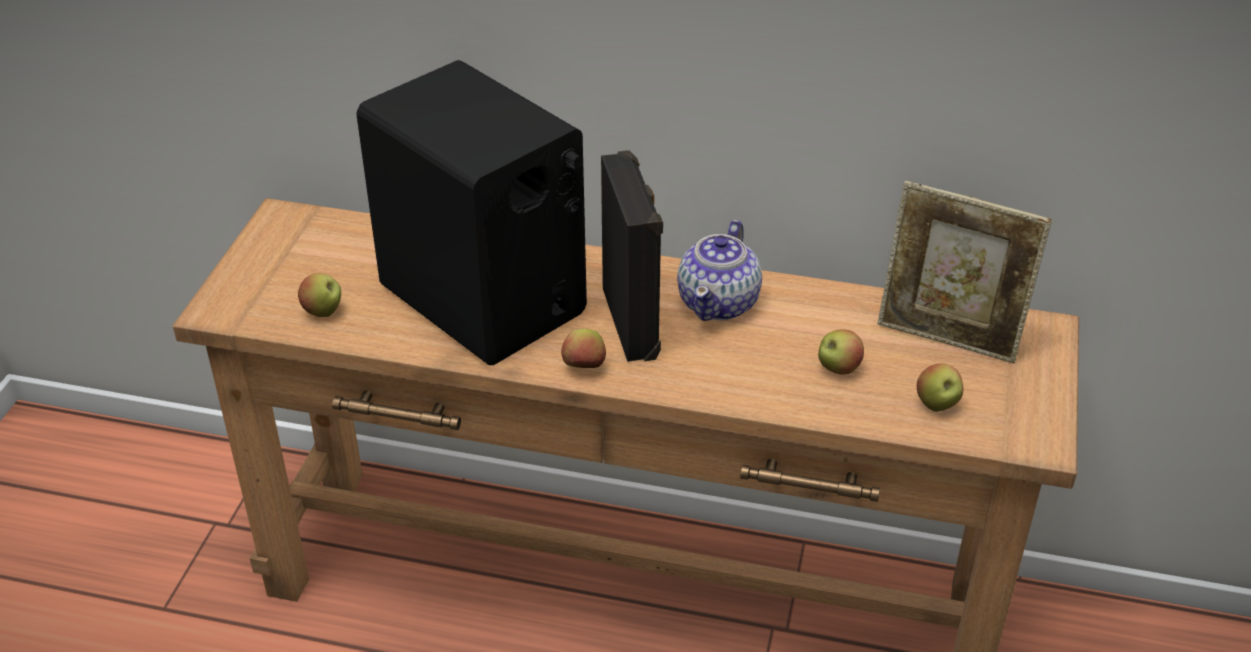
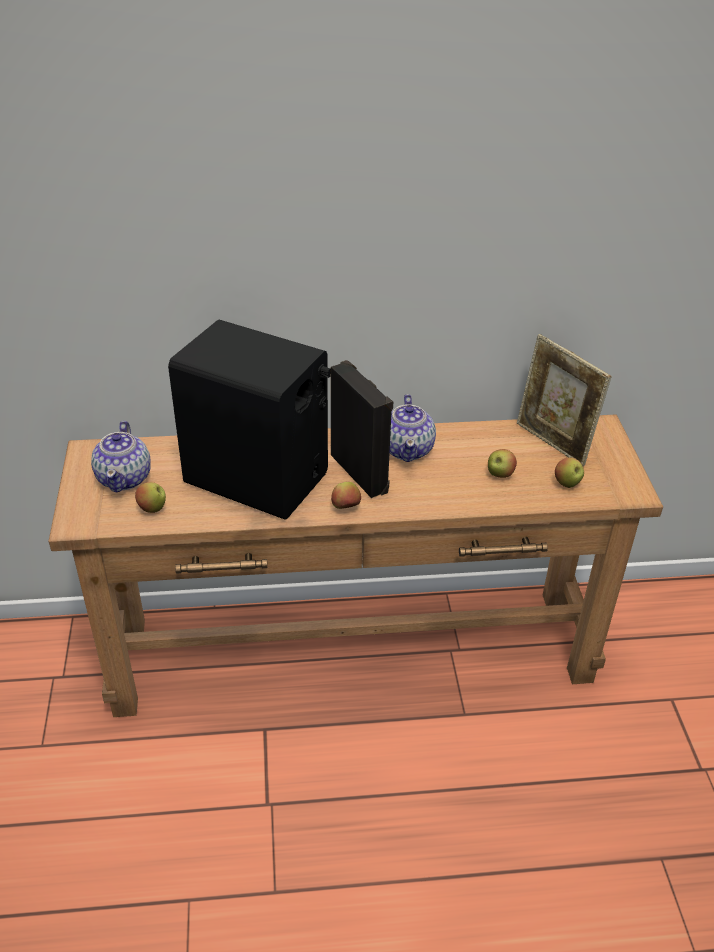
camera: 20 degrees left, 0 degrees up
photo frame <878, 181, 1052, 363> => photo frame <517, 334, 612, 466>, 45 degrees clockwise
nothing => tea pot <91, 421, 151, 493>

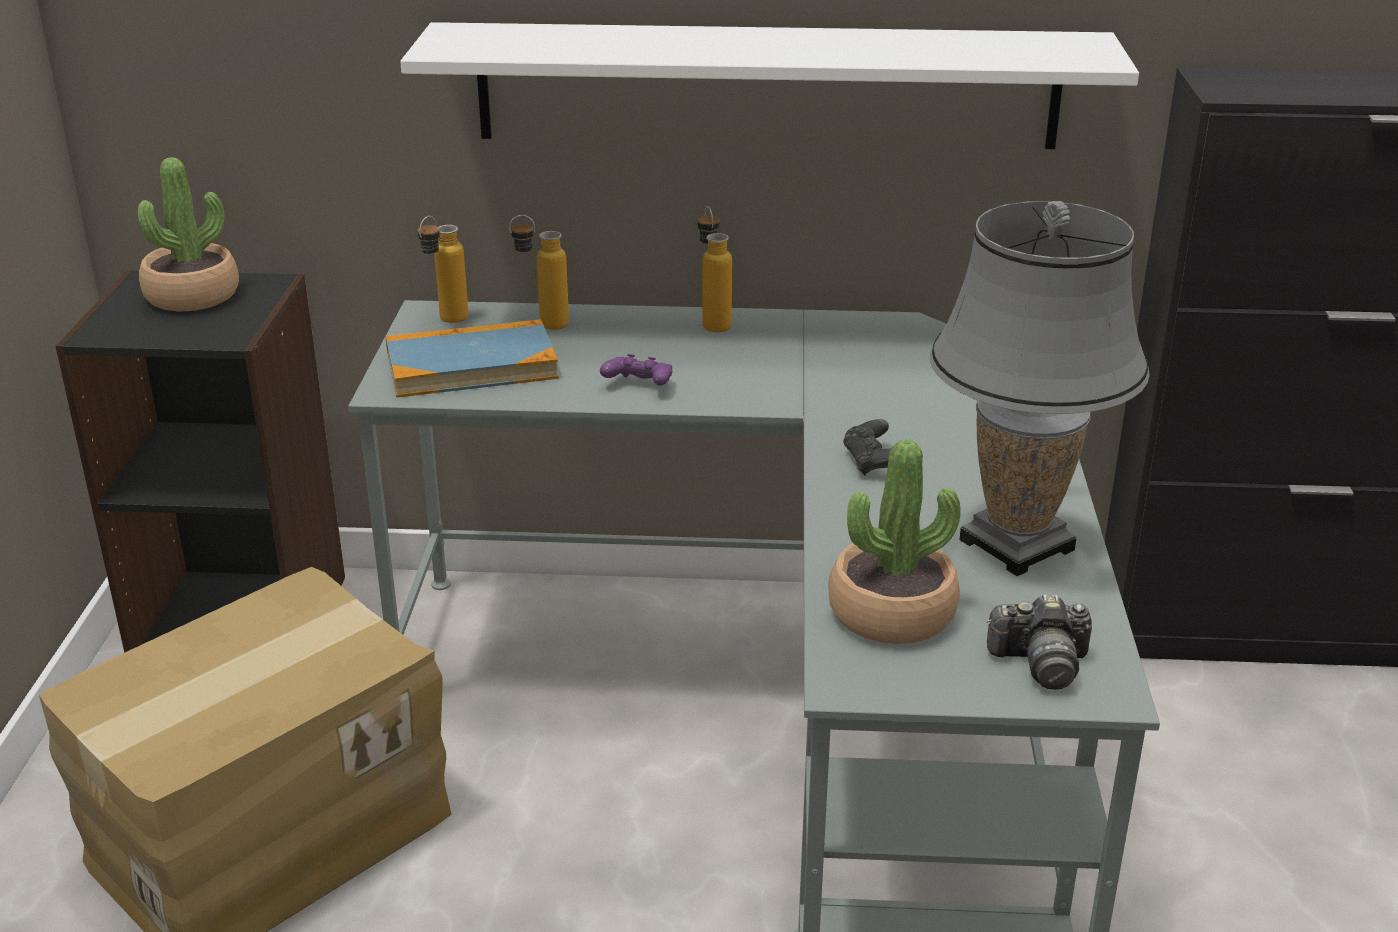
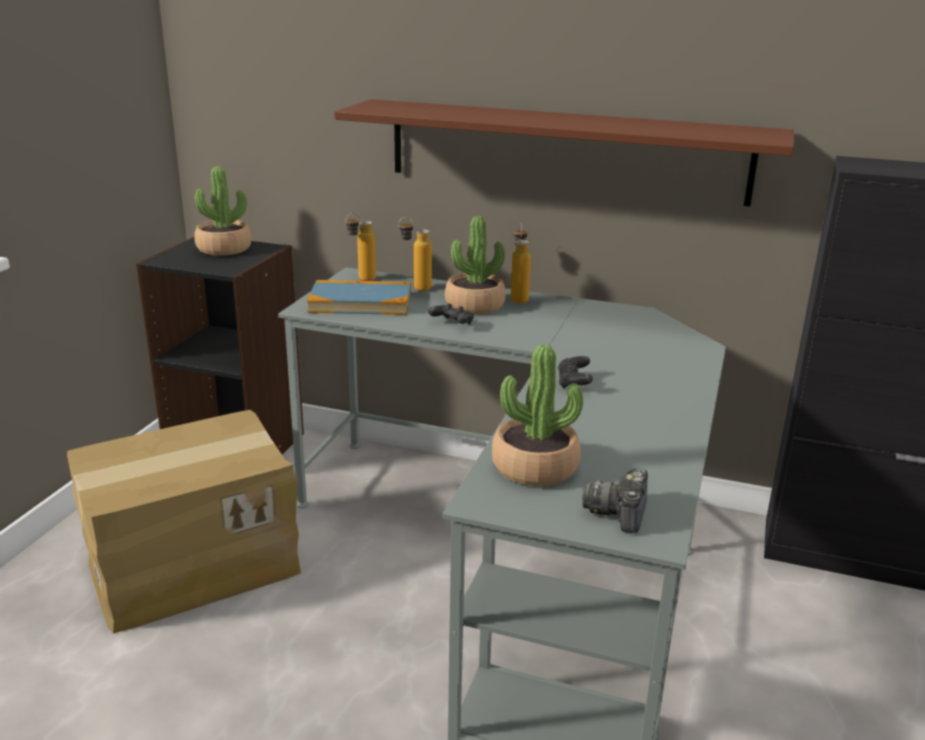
camera: 15 degrees right, 5 degrees down
white bracket shelf <400, 22, 1139, 149> => brown bracket shelf <334, 99, 794, 206>
grey tabletop lamp <930, 201, 1150, 576> => nothing
purple gamepad <600, 354, 672, 386> => black gamepad <428, 303, 474, 325>
photo camera <987, 594, 1092, 690> => photo camera <582, 468, 648, 533>, 90 degrees clockwise
nothing => houseplant <445, 216, 506, 314>

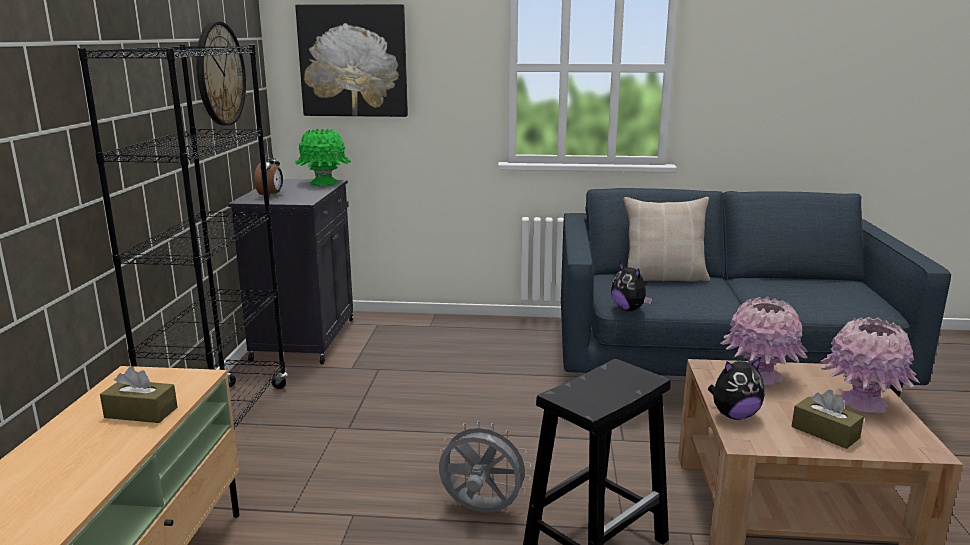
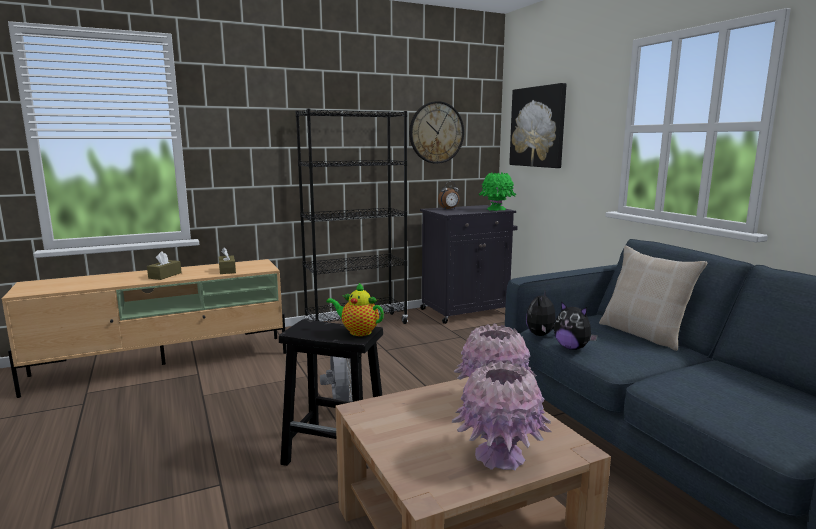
camera: 60 degrees right, 5 degrees down
plush toy <708, 357, 764, 420> => plush toy <554, 301, 598, 350>, moved
brown tissue box <792, 390, 864, 449> => brown tissue box <147, 251, 182, 280>, moved
nothing => tea pot <326, 282, 384, 336>

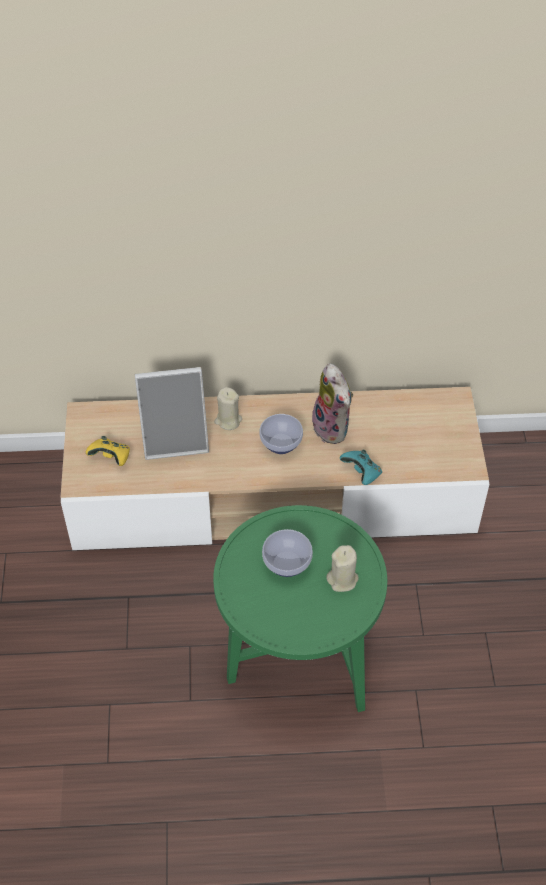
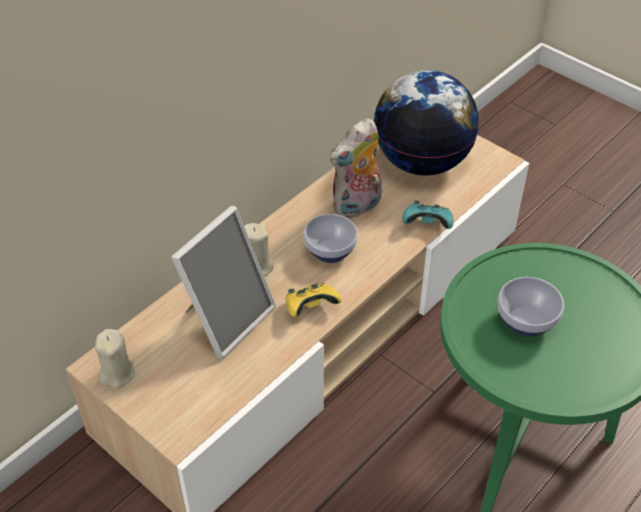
camera: 45 degrees left, 5 degrees down
plush toy <312, 363, 353, 444> => plush toy <330, 118, 382, 218>, 120 degrees clockwise
yellowish gamepad <86, 436, 130, 466> => yellowish gamepad <286, 283, 341, 318>, moved
sand-coloured wax light <326, 545, 359, 592> => sand-coloured wax light <95, 329, 135, 389>, moved
nothing => globe <374, 70, 479, 176>

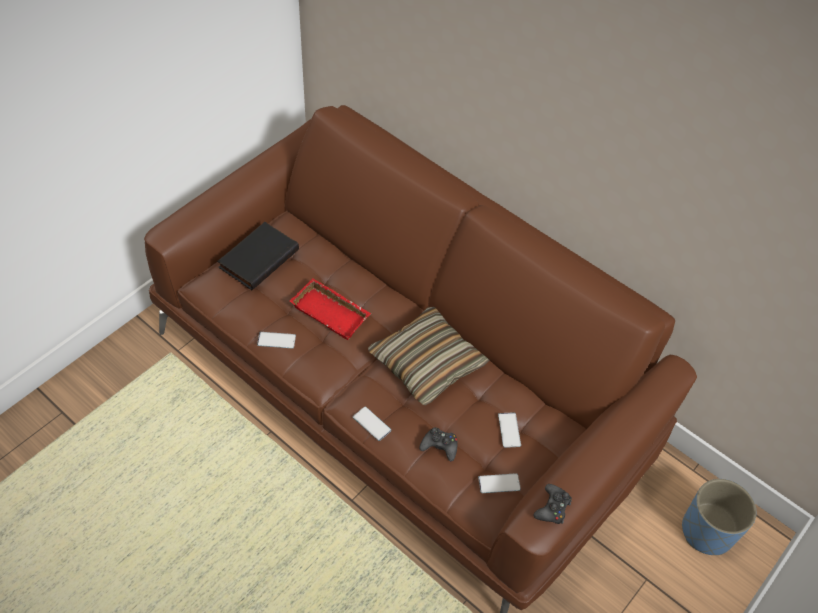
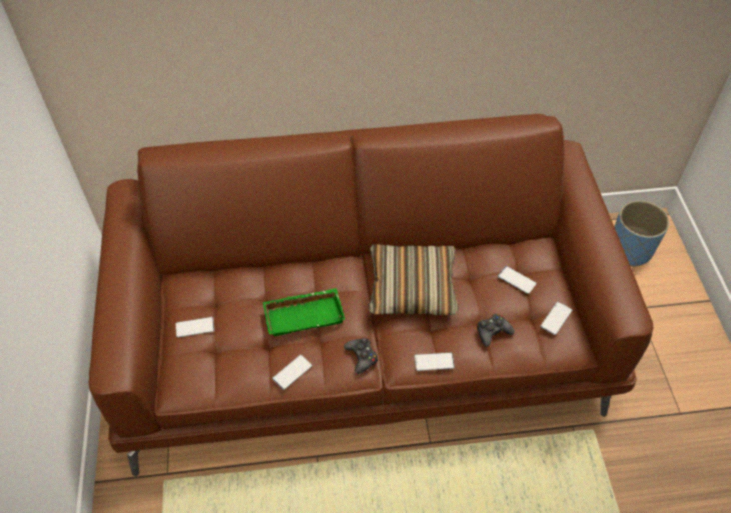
camera: 45 degrees left, 0 degrees up
black volume <217, 222, 299, 290> => phone <176, 317, 214, 337>
reddish serving tray <290, 278, 371, 340> => green serving tray <262, 288, 345, 336>
black gamepad <533, 484, 572, 524> => black gamepad <344, 338, 378, 374>, moved

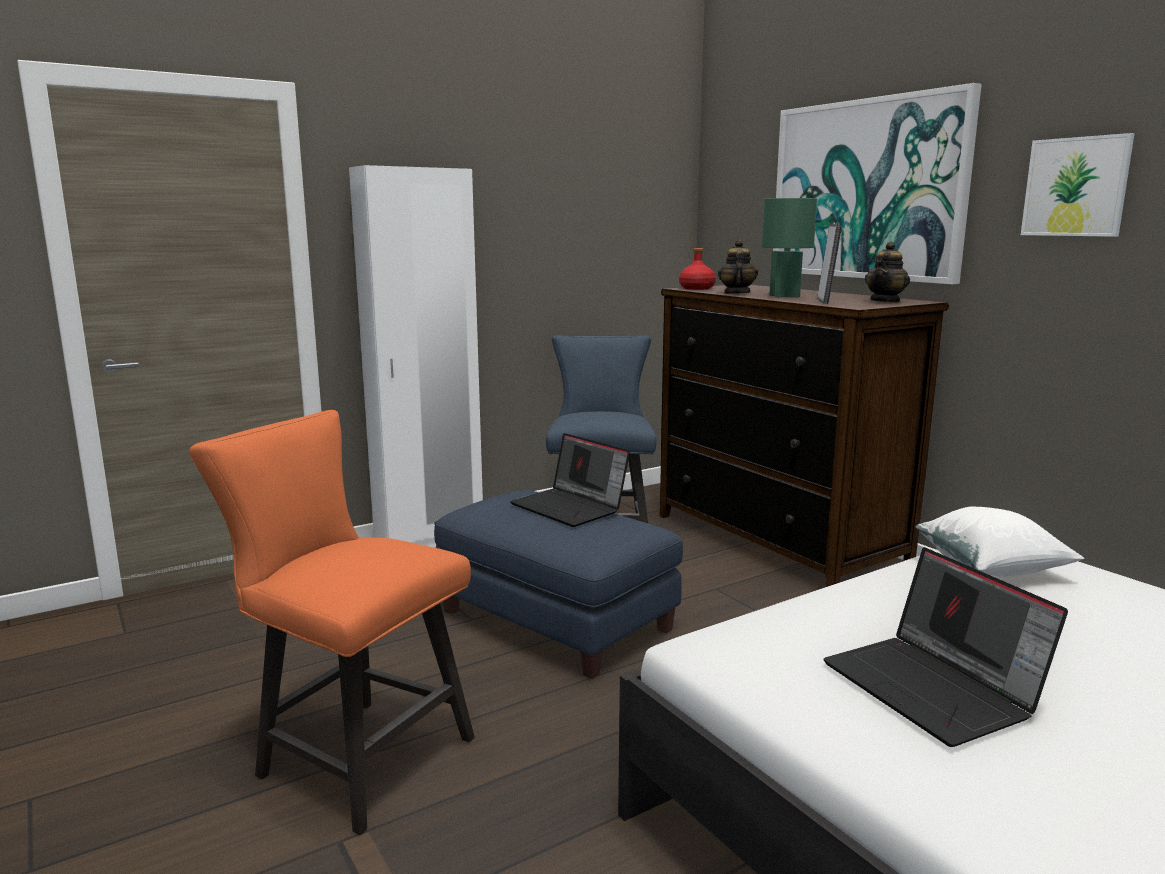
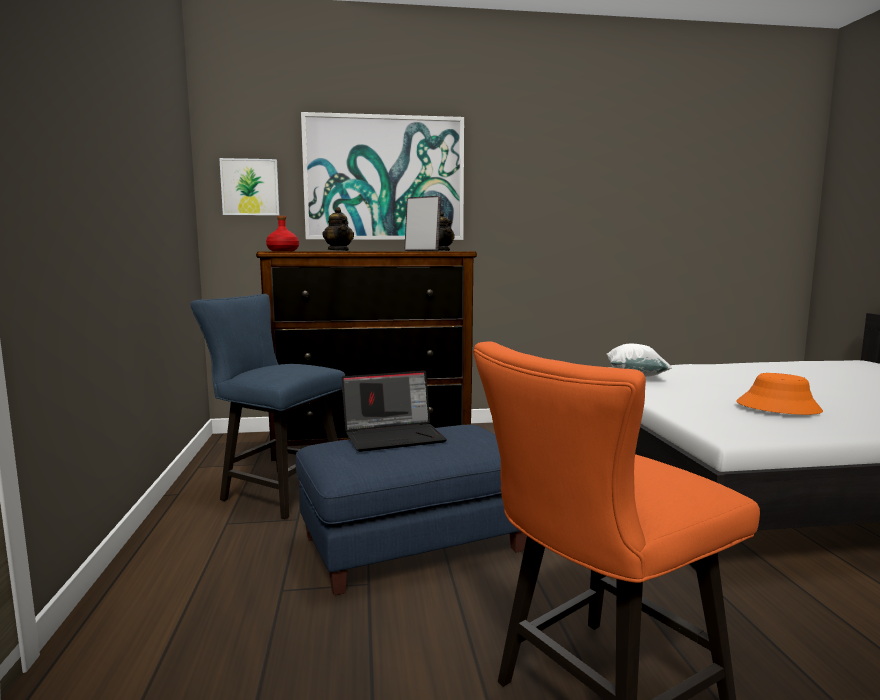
camera: 65 degrees left, 5 degrees down
wall picture <1021, 133, 1135, 237> => wall picture <219, 158, 280, 216>, moved
white clothes cupboard <349, 165, 483, 548> => nothing
green tabletop lamp <761, 198, 817, 298> => nothing
tea pot <718, 239, 758, 294> => tea pot <323, 207, 354, 251>, 150 degrees counterclockwise
notebook computer <823, 547, 1068, 747> => orange-coloured hat <736, 373, 823, 415>

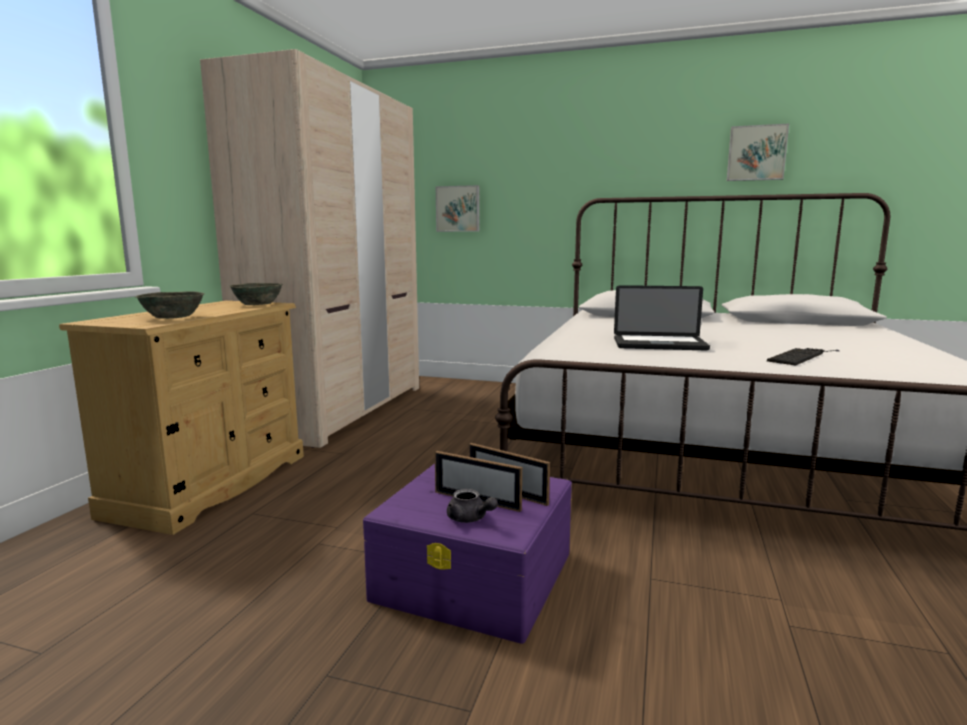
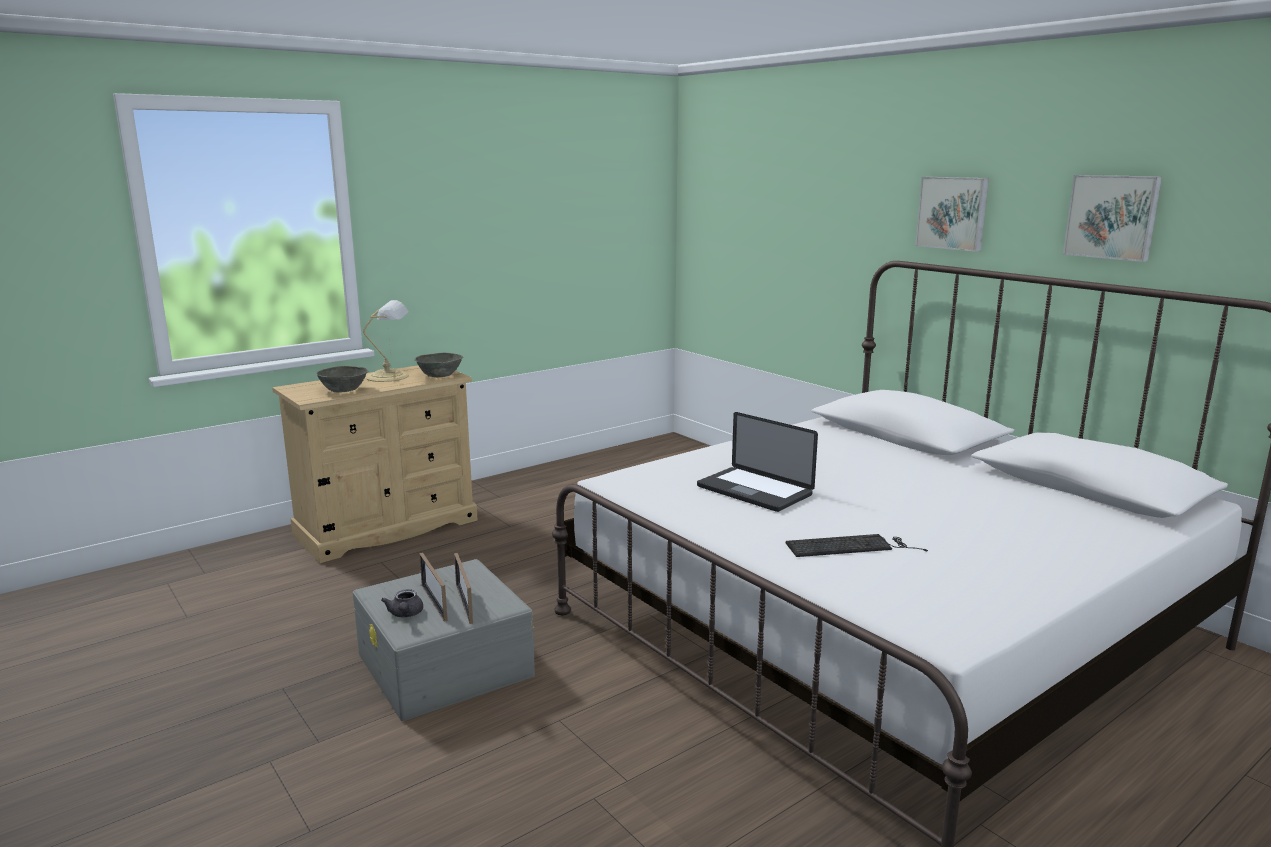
camera: 35 degrees right, 5 degrees up
sand-coloured clothes cupboard <200, 49, 419, 448> => nothing
wall picture <436, 185, 479, 232> => wall picture <915, 177, 989, 252>, moved
purple storage container <363, 463, 572, 644> => grey storage container <353, 559, 535, 721>
nothing => tabletop lamp <363, 300, 409, 382>

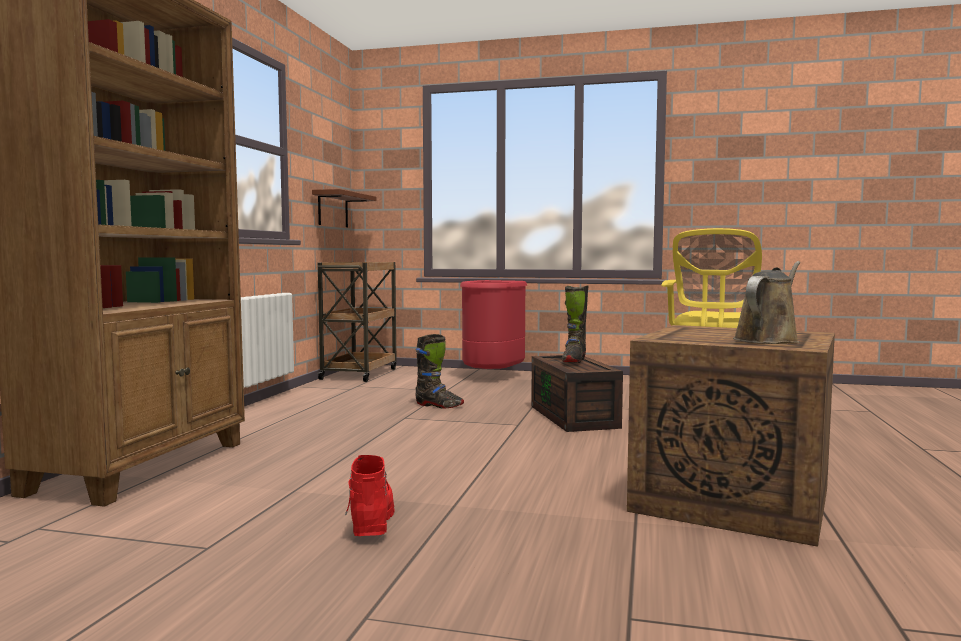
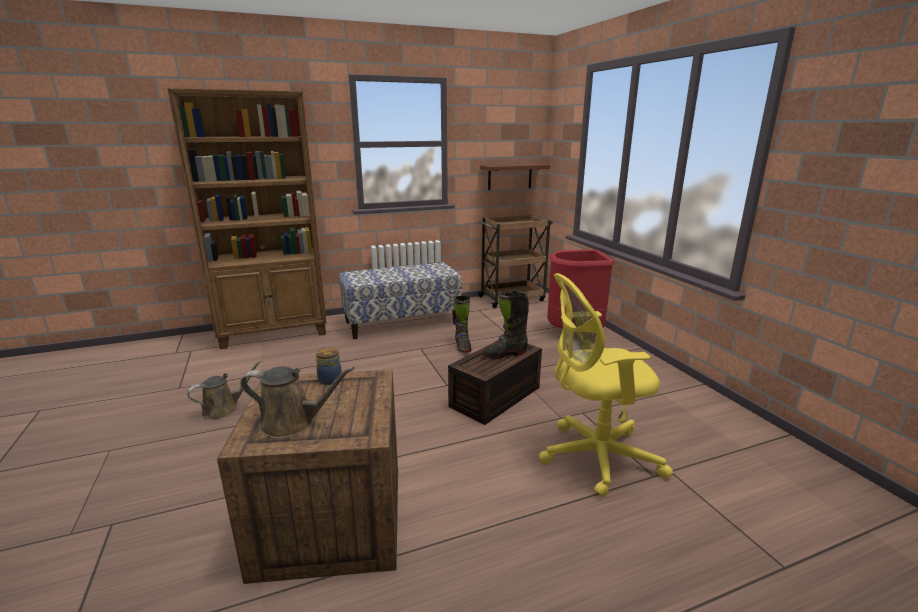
camera: 55 degrees right, 15 degrees up
reddish tall boot <345, 455, 395, 536> => brown watering can <187, 360, 262, 419>
nothing => bench <339, 262, 462, 339>
nothing => preserve jar <316, 347, 342, 385>

